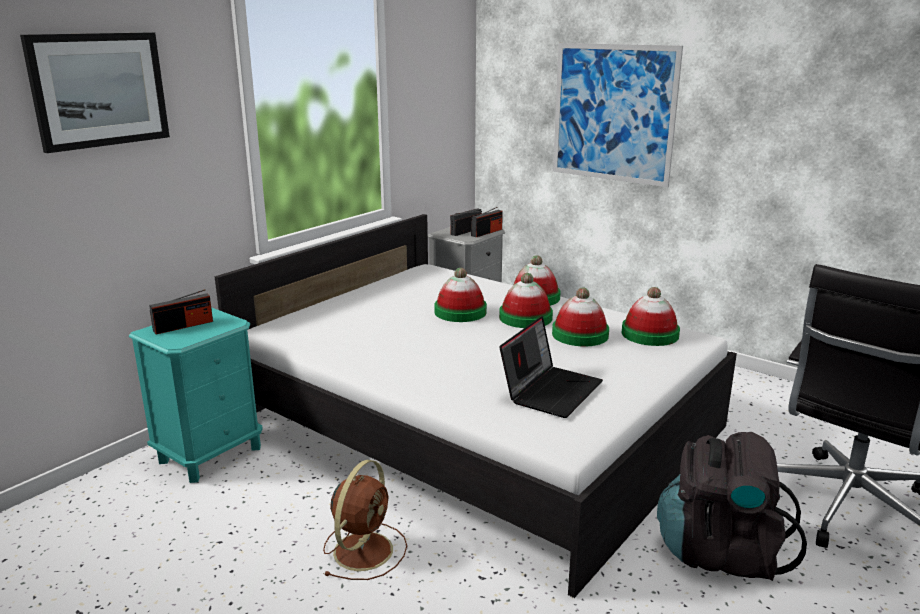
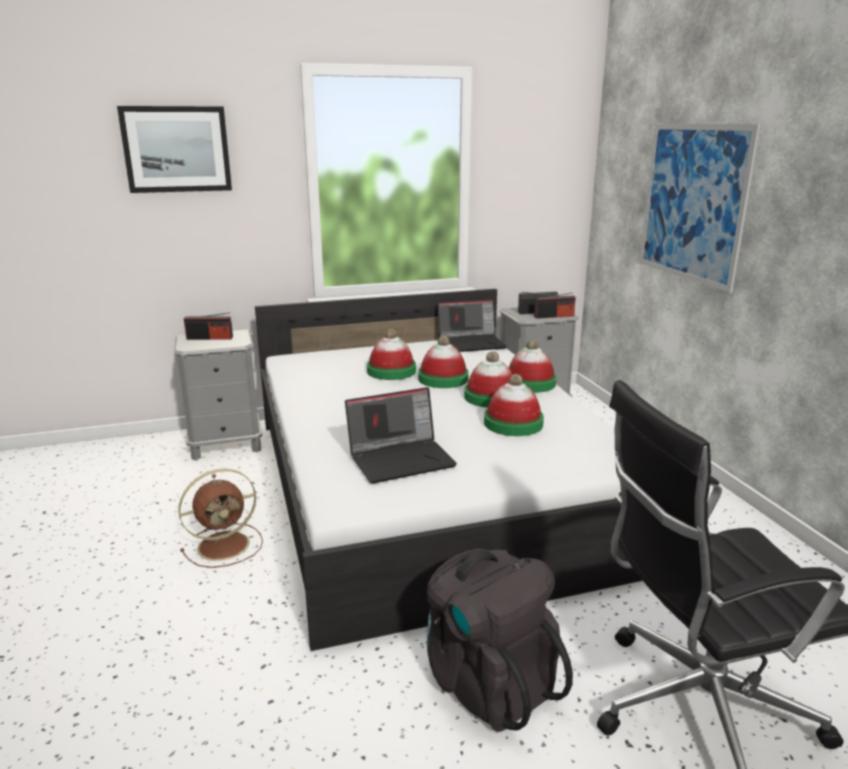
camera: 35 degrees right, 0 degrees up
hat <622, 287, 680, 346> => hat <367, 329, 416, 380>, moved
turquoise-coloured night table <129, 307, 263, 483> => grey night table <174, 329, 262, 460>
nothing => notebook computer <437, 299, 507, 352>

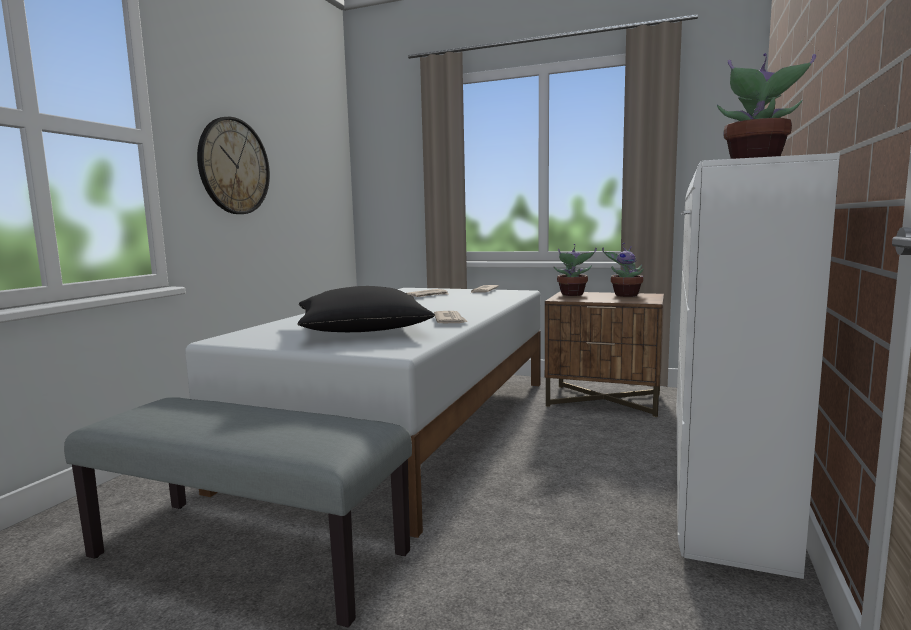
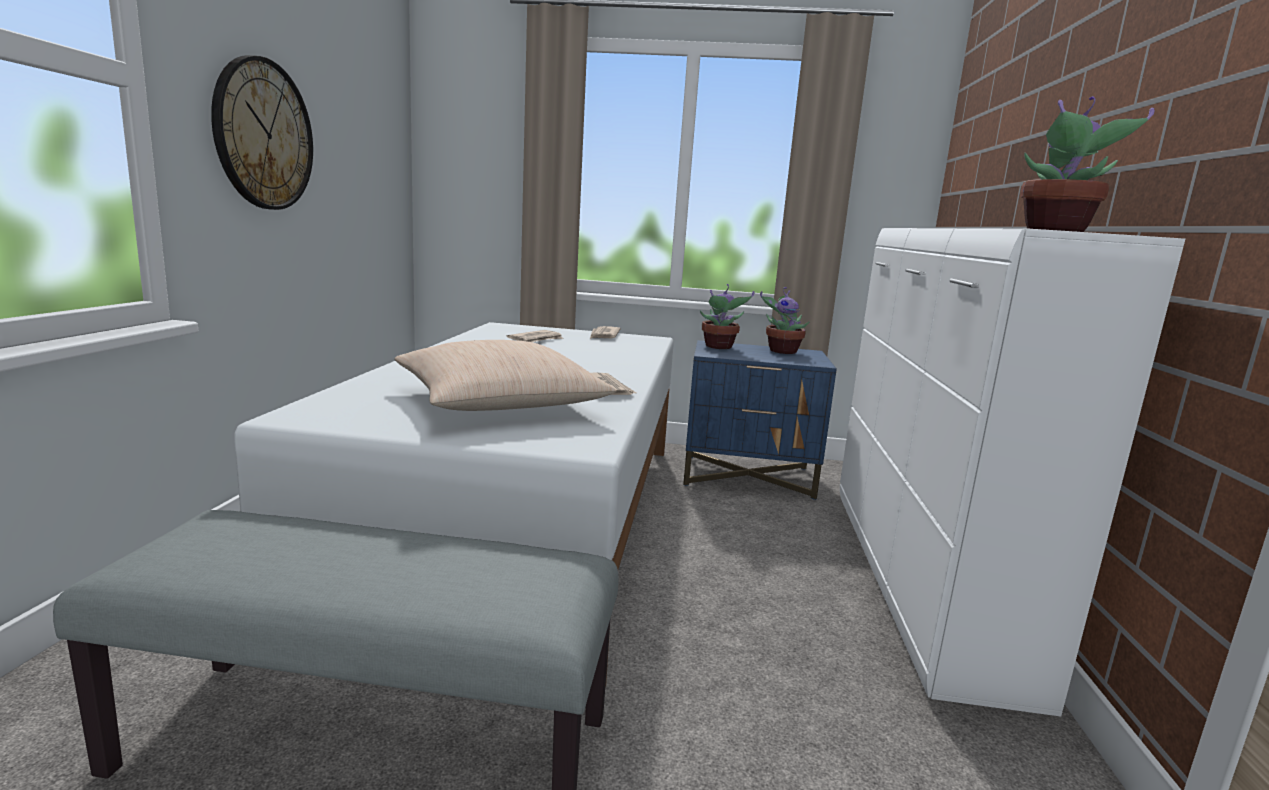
camera: 15 degrees left, 5 degrees up
black throw pillow <297, 286, 435, 332> => sand-coloured throw pillow <394, 340, 616, 411>
brown night table <545, 292, 664, 417> => blue night table <683, 340, 837, 500>

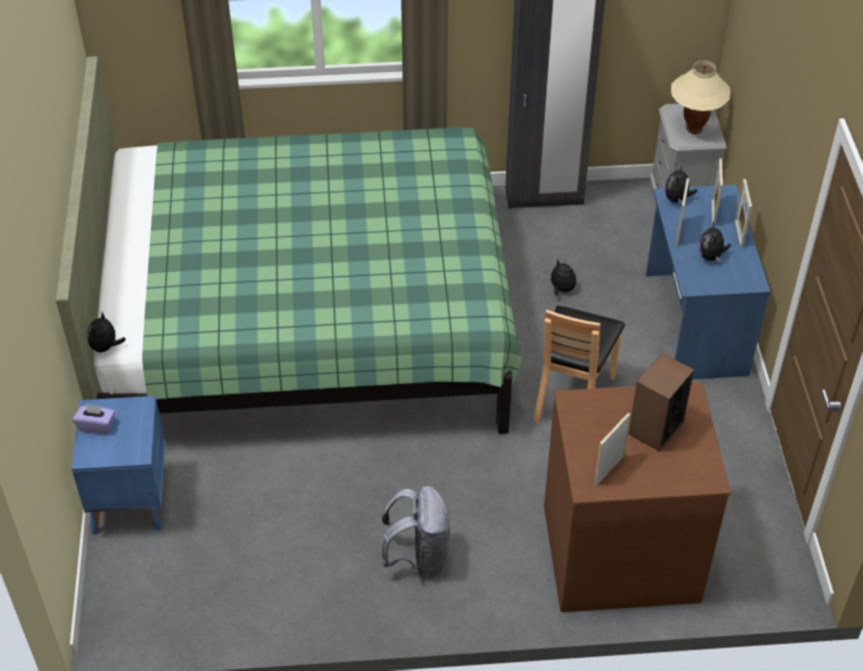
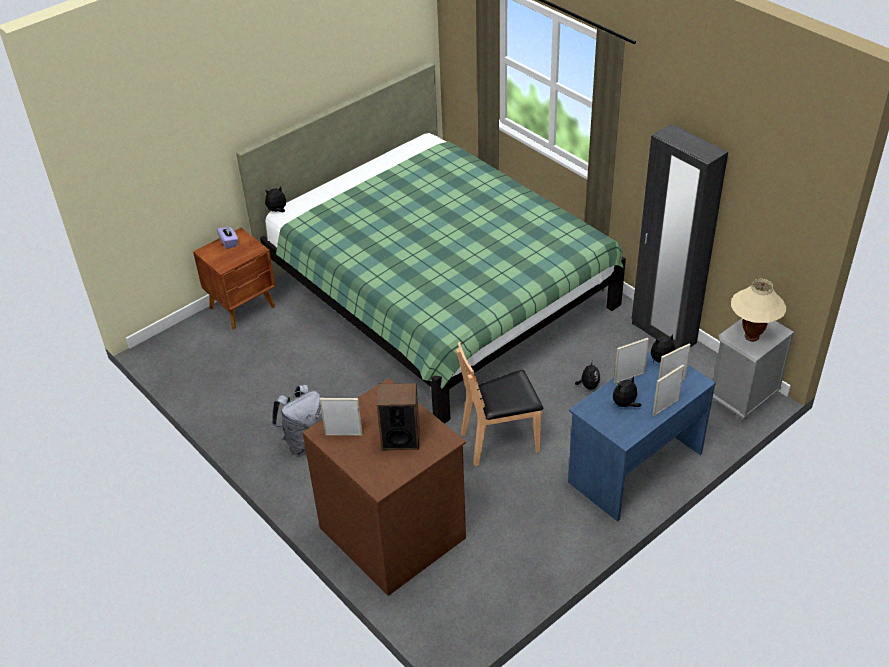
camera: 55 degrees right, 5 degrees down
blue night table <72, 396, 165, 535> => brown night table <193, 228, 276, 330>

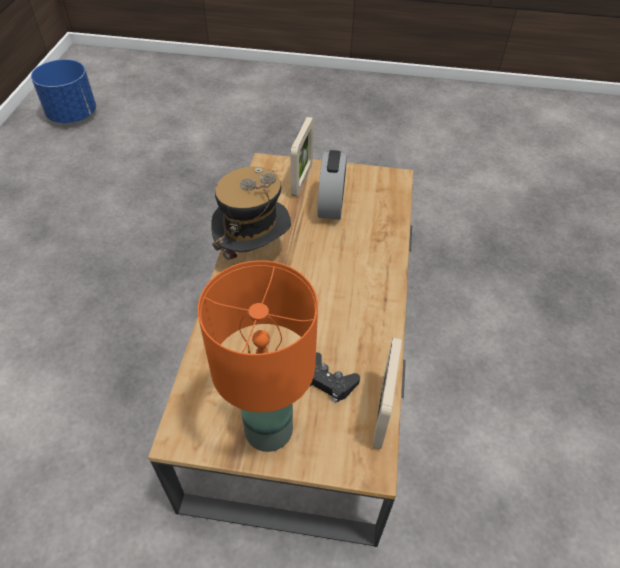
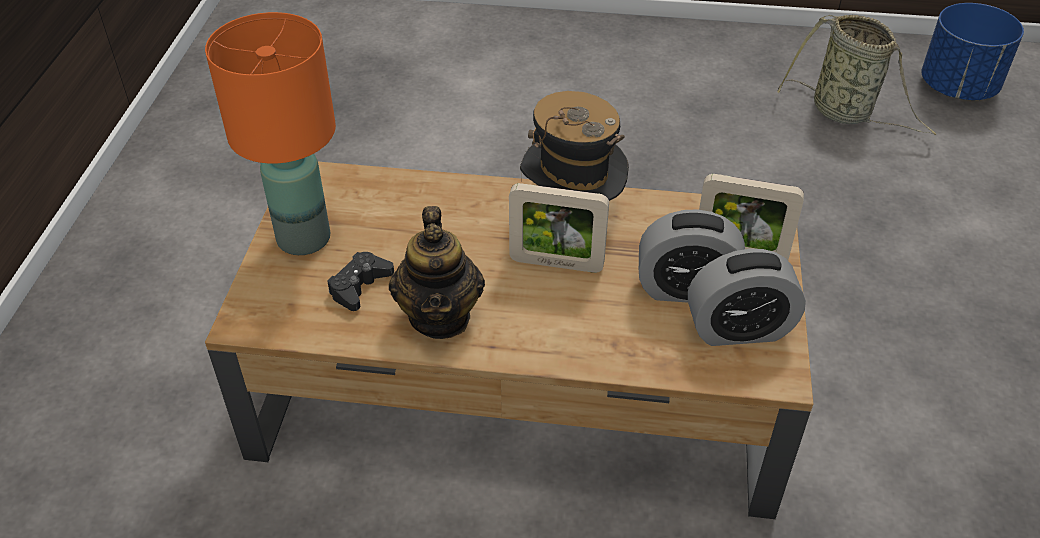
camera: 90 degrees right, 5 degrees down
photo frame <372, 338, 402, 449> => photo frame <509, 183, 609, 273>, moved
nothing => storage basket <777, 15, 936, 135>
nothing => tea pot <389, 206, 485, 339>
nothing => table clock <688, 249, 806, 346>

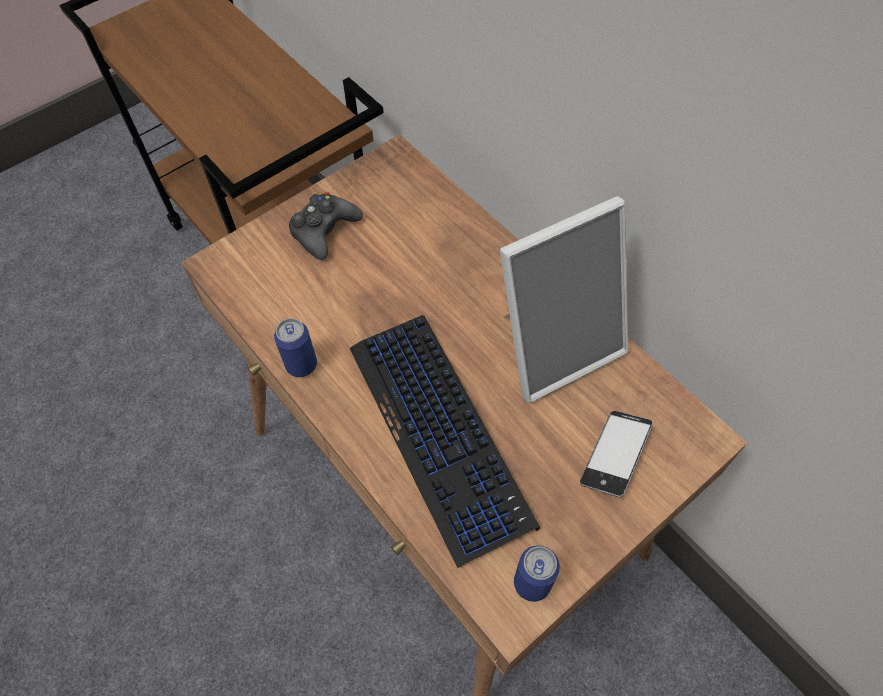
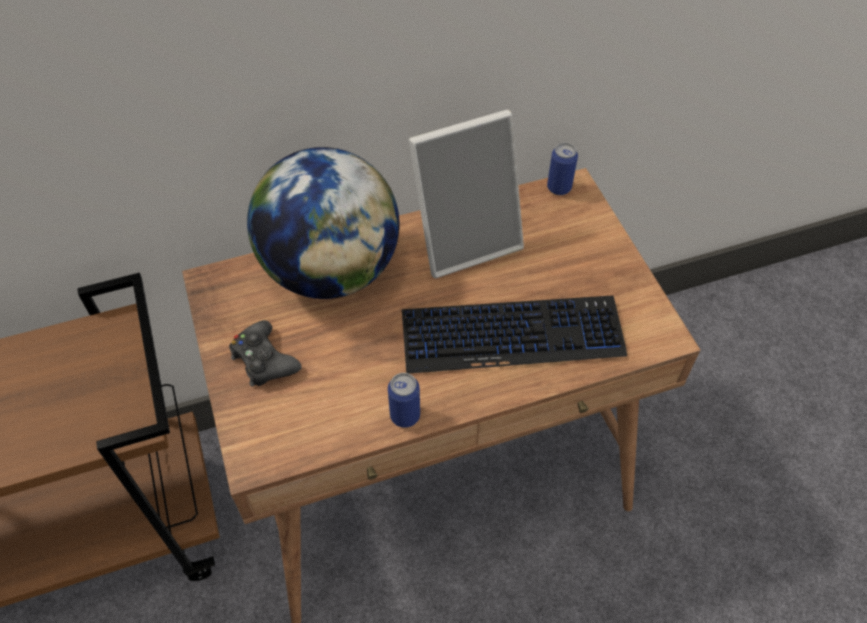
camera: 70 degrees left, 5 degrees down
photo frame <500, 196, 628, 403> => photo frame <409, 110, 524, 278>, 75 degrees clockwise
phone <580, 411, 653, 498> => nothing
sealed can <514, 545, 560, 602> => sealed can <547, 142, 578, 195>, moved
nothing => globe <247, 147, 399, 299>

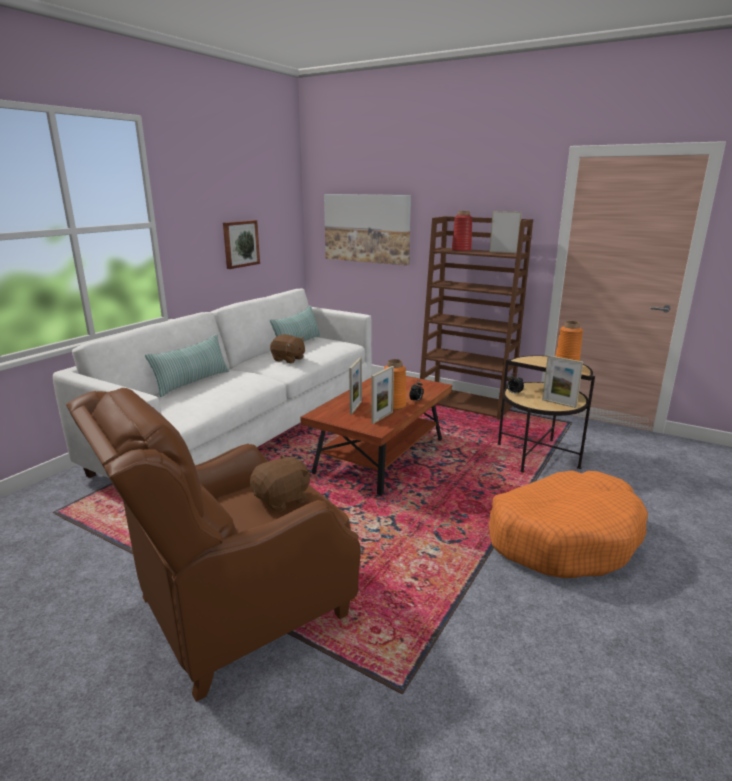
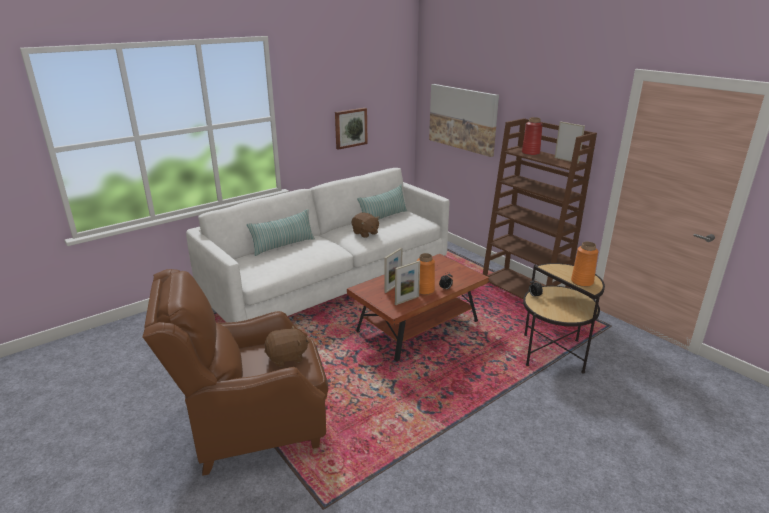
camera: 20 degrees right, 5 degrees up
photo frame <542, 355, 583, 408> => nothing
orange-coloured pet bed <489, 471, 648, 578> => nothing

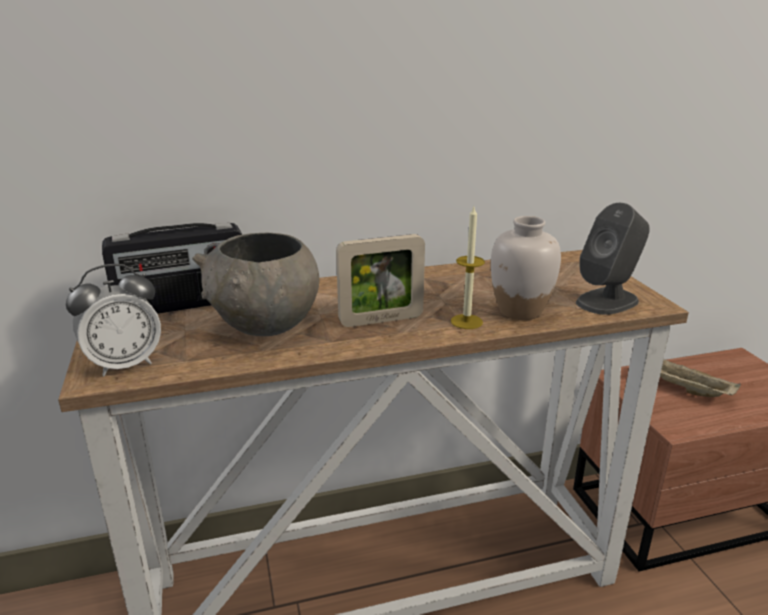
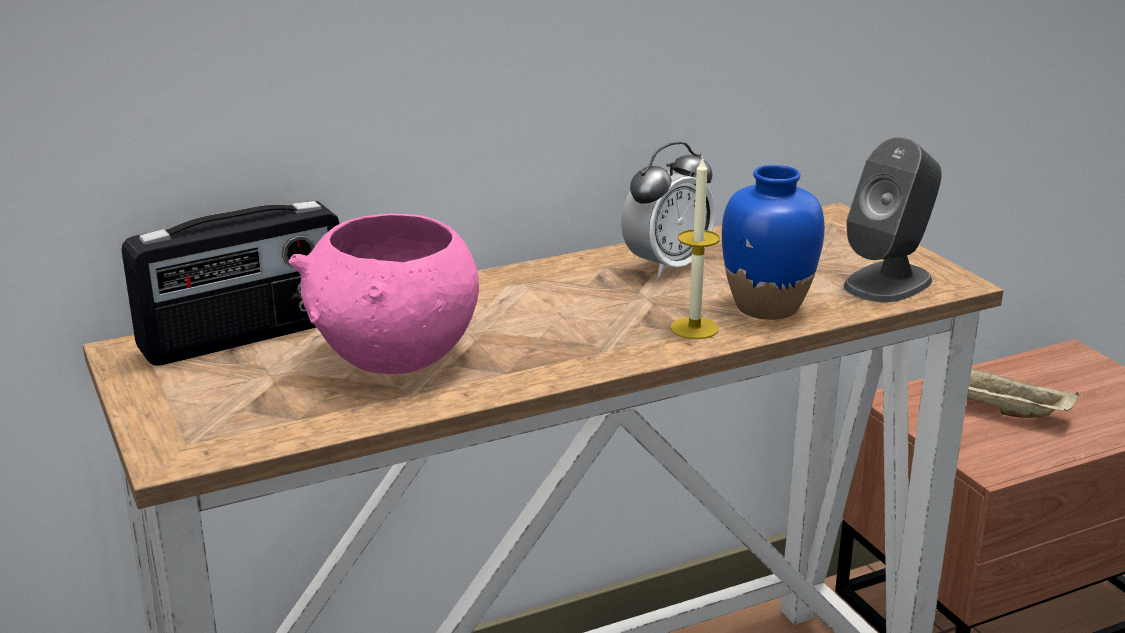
camera: 10 degrees left, 0 degrees up
white vase <491, 216, 561, 320> => blue vase <722, 165, 825, 320>
grey bowl <192, 233, 319, 336> => pinkish bowl <289, 214, 479, 374>
photo frame <336, 234, 425, 327> => nothing
table clock <66, 264, 161, 376> => table clock <621, 142, 716, 278>, moved

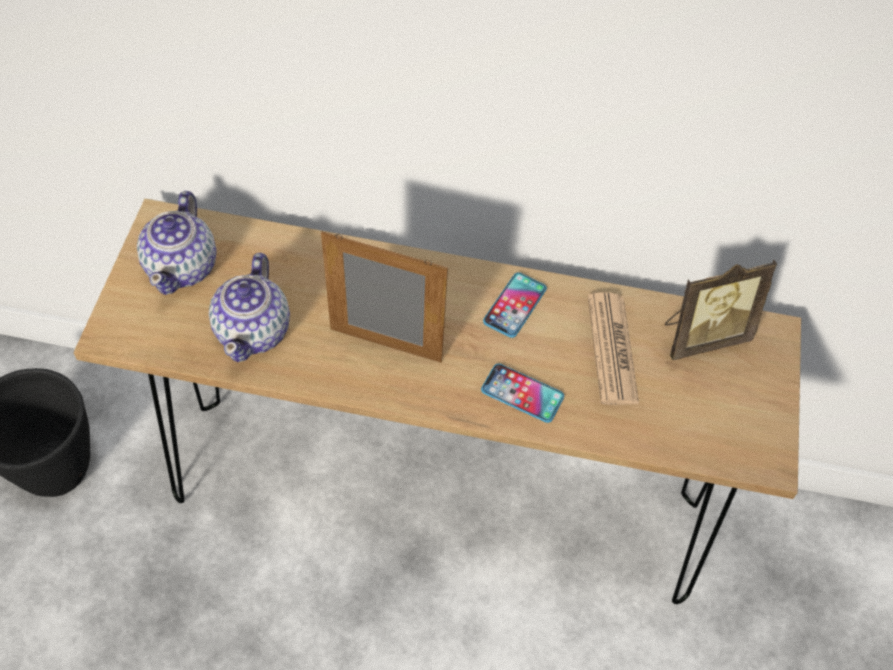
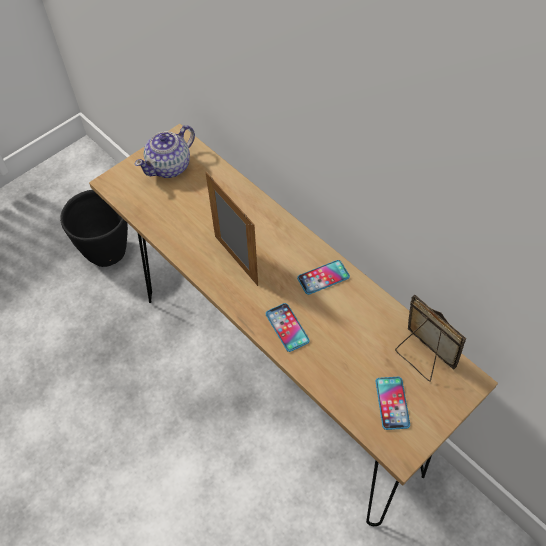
camera: 40 degrees right, 0 degrees up
tea pot <209, 253, 290, 362> => nothing
photo frame <664, 260, 777, 360> => photo frame <395, 295, 466, 382>, 150 degrees counterclockwise
daily paper <588, 292, 639, 405> => nothing
nothing => phone <376, 377, 410, 430>

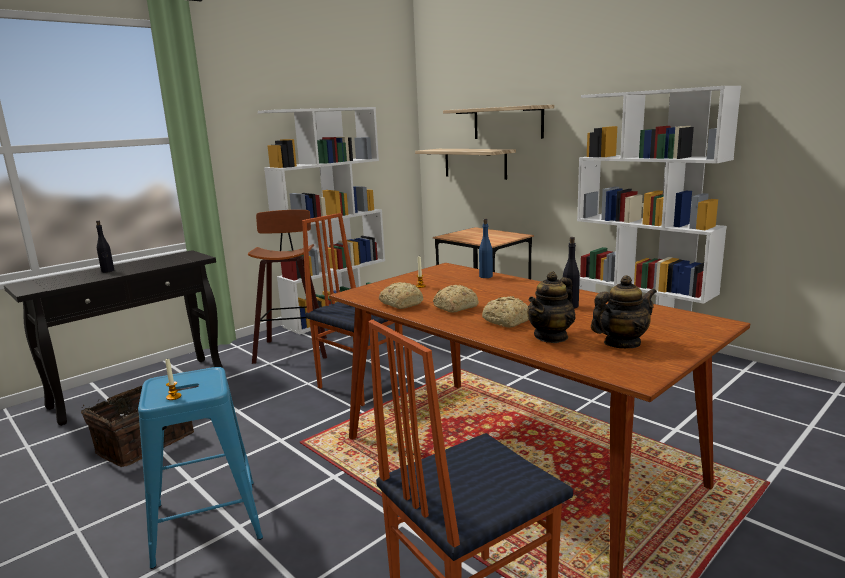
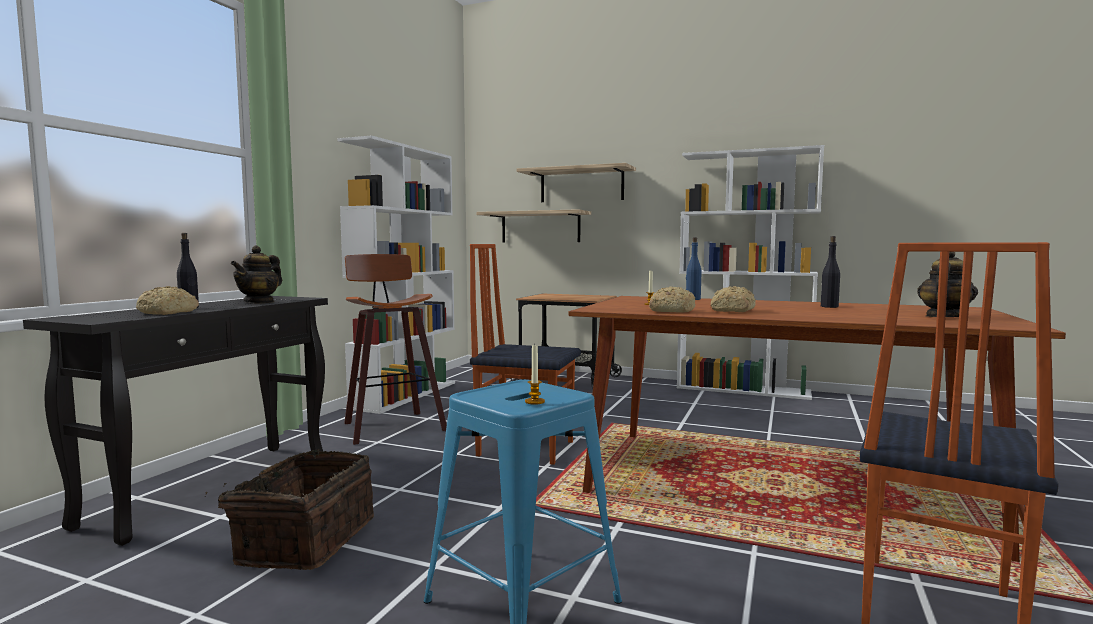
camera: 25 degrees left, 10 degrees down
tea pot <527, 271, 576, 343> => tea pot <231, 245, 282, 304>, moved
bread <482, 296, 529, 328> => bread <136, 286, 199, 315>, moved

